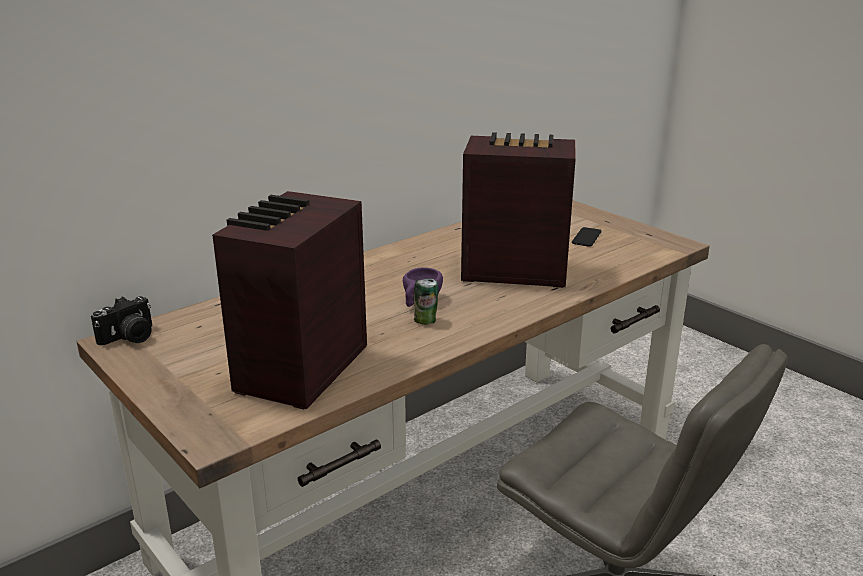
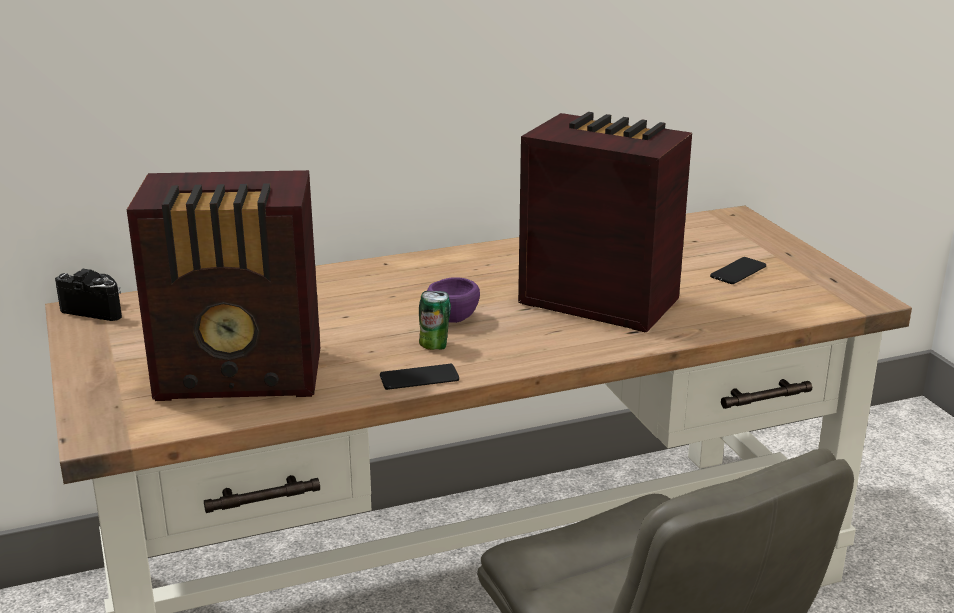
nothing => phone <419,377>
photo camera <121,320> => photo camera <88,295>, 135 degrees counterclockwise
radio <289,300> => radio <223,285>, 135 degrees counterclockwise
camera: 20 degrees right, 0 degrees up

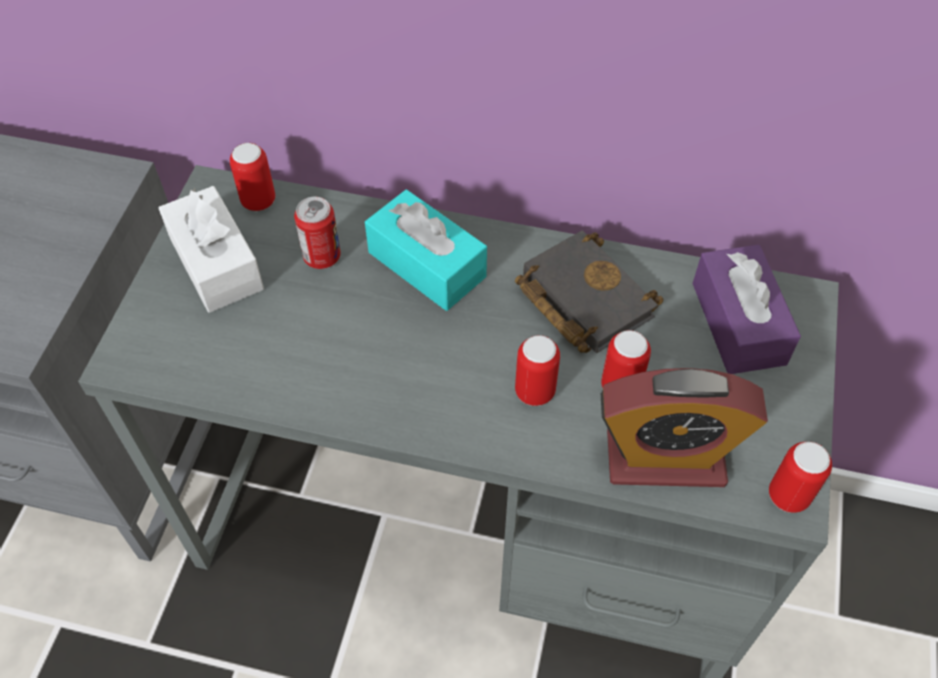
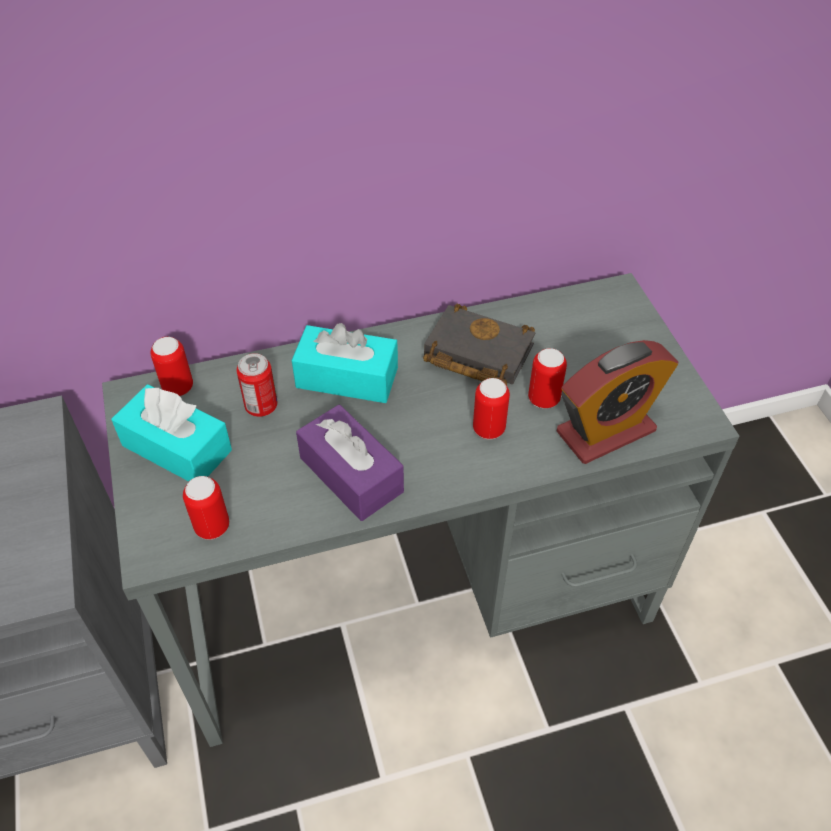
tissue box/purple <746,309> => tissue box/purple <350,463>, shifted
can <800,477> => can <206,508>, shifted
tissue box/white <211,249> => tissue box/turquoise <171,432>
camera: 30 degrees left, 5 degrees down

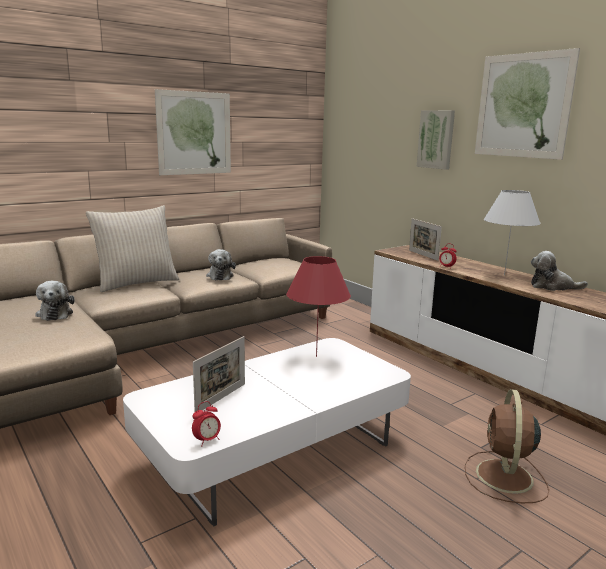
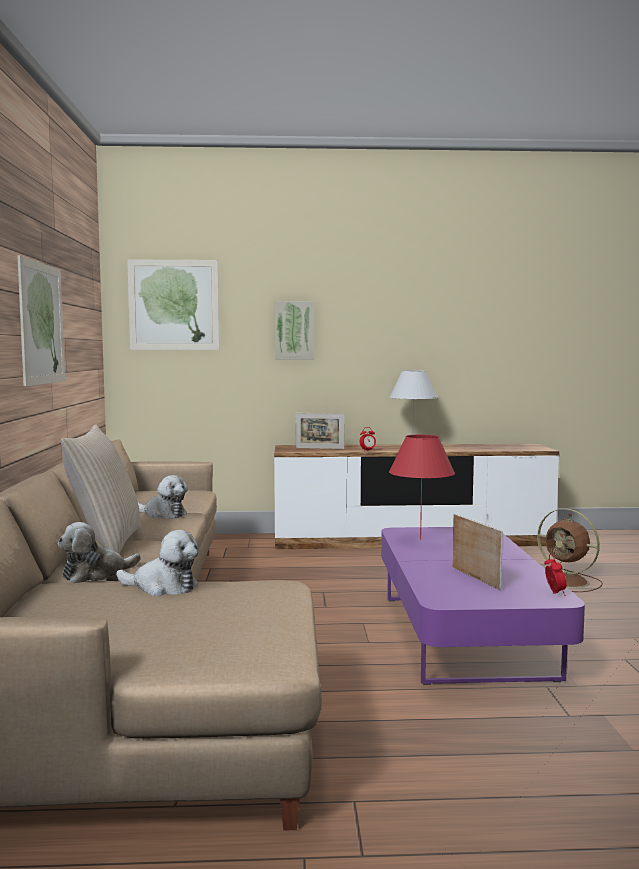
picture <527,104> => picture <173,304>, shifted
plush toy <559,271> => plush toy <99,552>, shifted
coffee table/white <267,432> => coffee table/purple <483,606>
camera: 55 degrees left, 10 degrees down

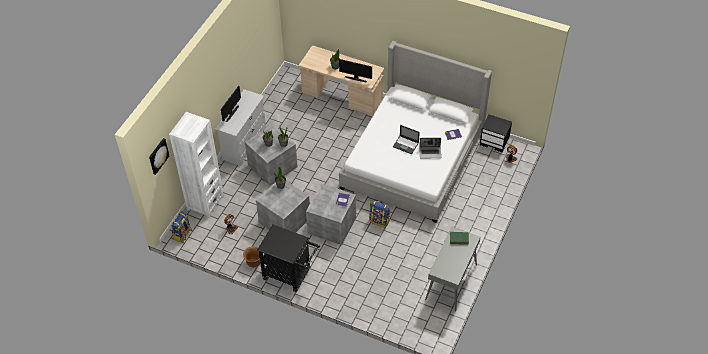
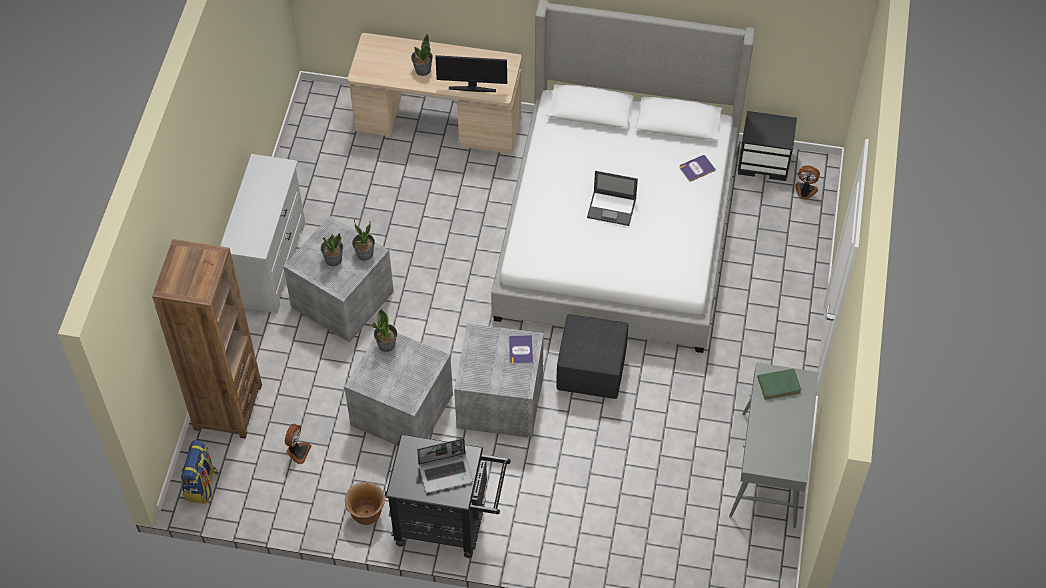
picture <159,156> => nothing
monitor <231,104> => nothing
laptop <430,148> => laptop <445,465>, shifted
backpack <379,214> => ottoman/black <592,356>
bookcase/white <196,165> => bookcase/brown <207,339>
camera: 15 degrees left, 5 degrees up

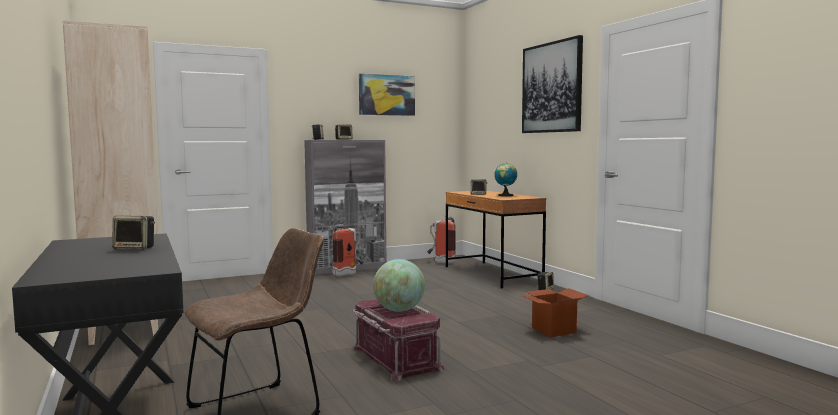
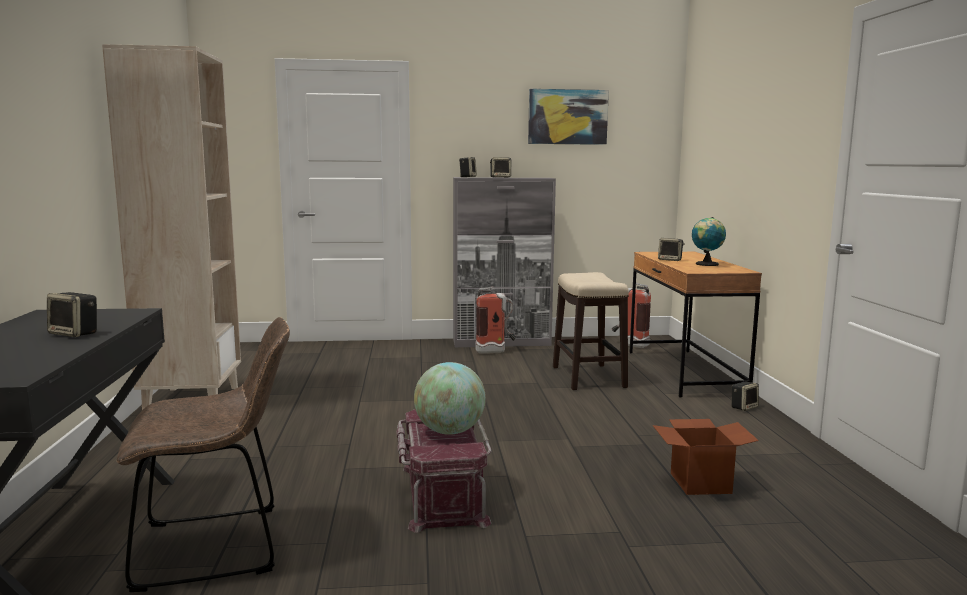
picture <552,84> => nothing
nothing => stool <591,331>
camera: 20 degrees right, 5 degrees up

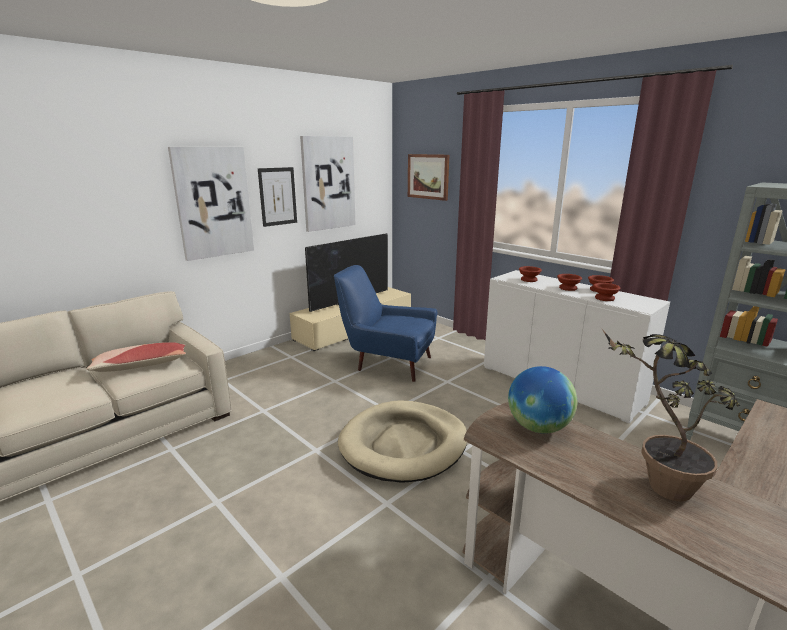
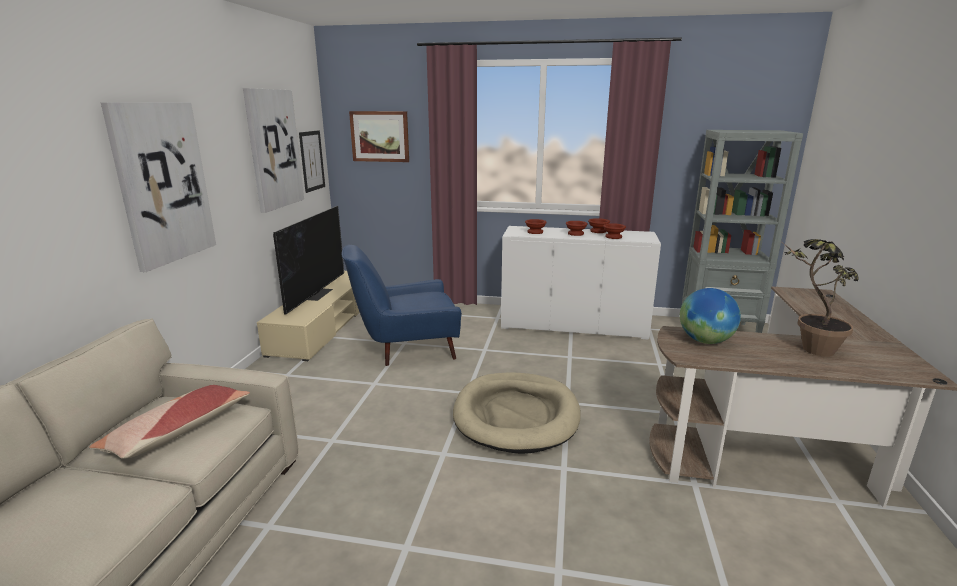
picture <277,197> => picture <312,161>, shifted
camera: 35 degrees left, 0 degrees up

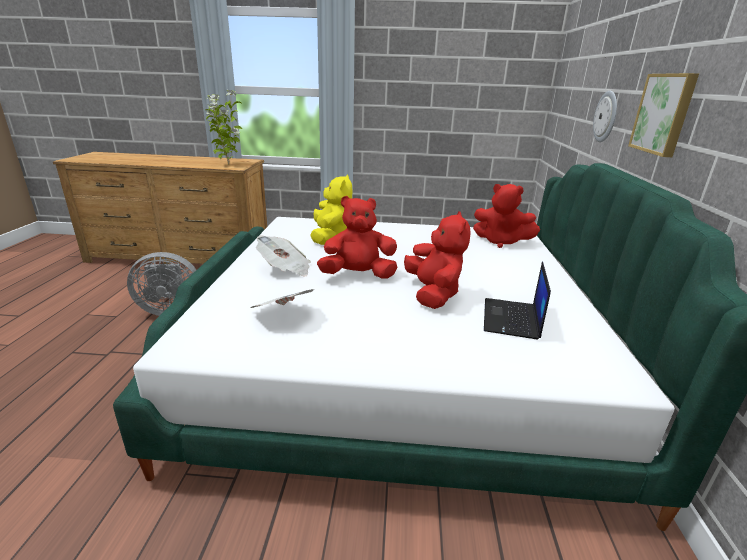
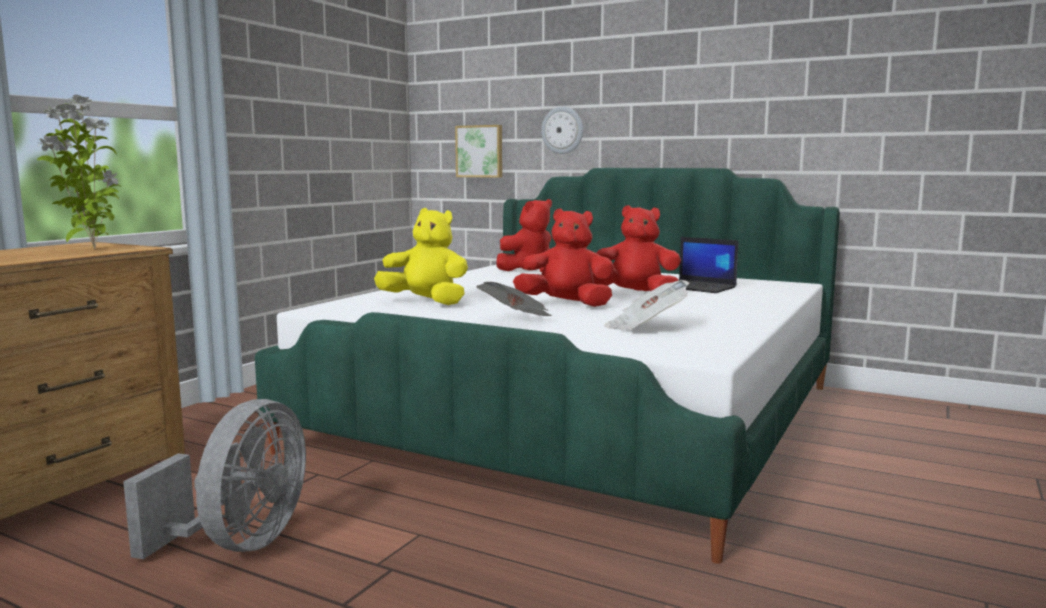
picture <663,115> => picture <478,151>, shifted
plush toy/red <357,237> => plush toy/red <563,257>, 90 degrees clockwise
camera: 65 degrees left, 15 degrees down

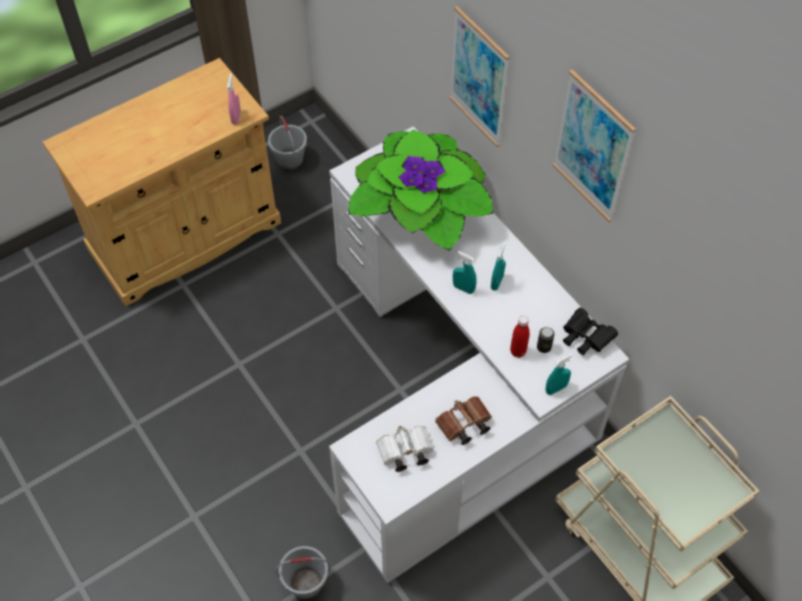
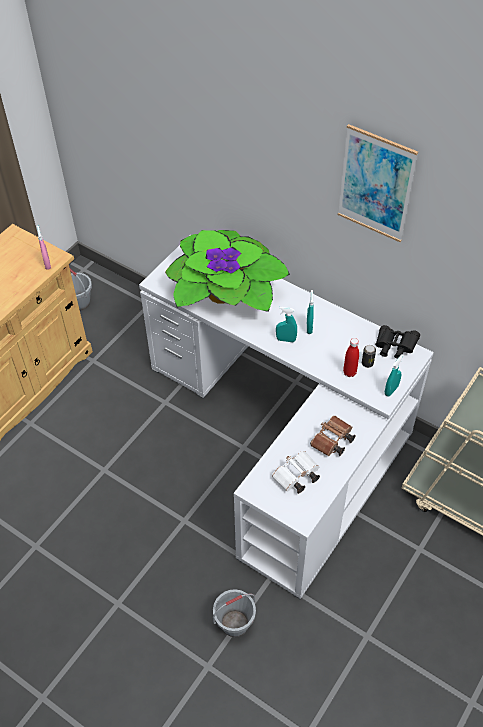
picture <479,76> => nothing
camera: 20 degrees left, 5 degrees down

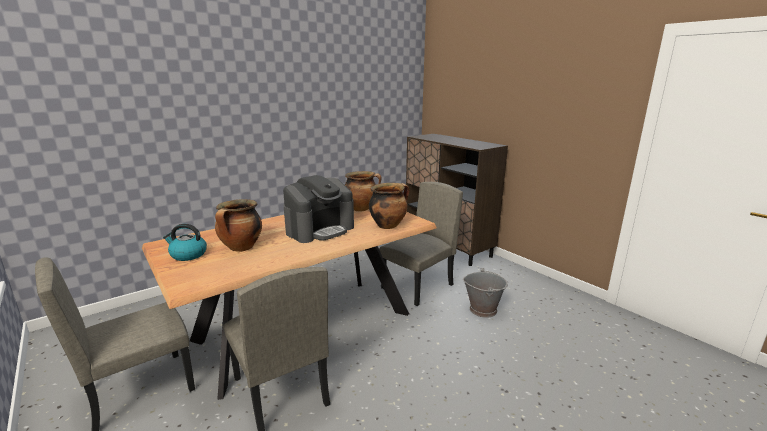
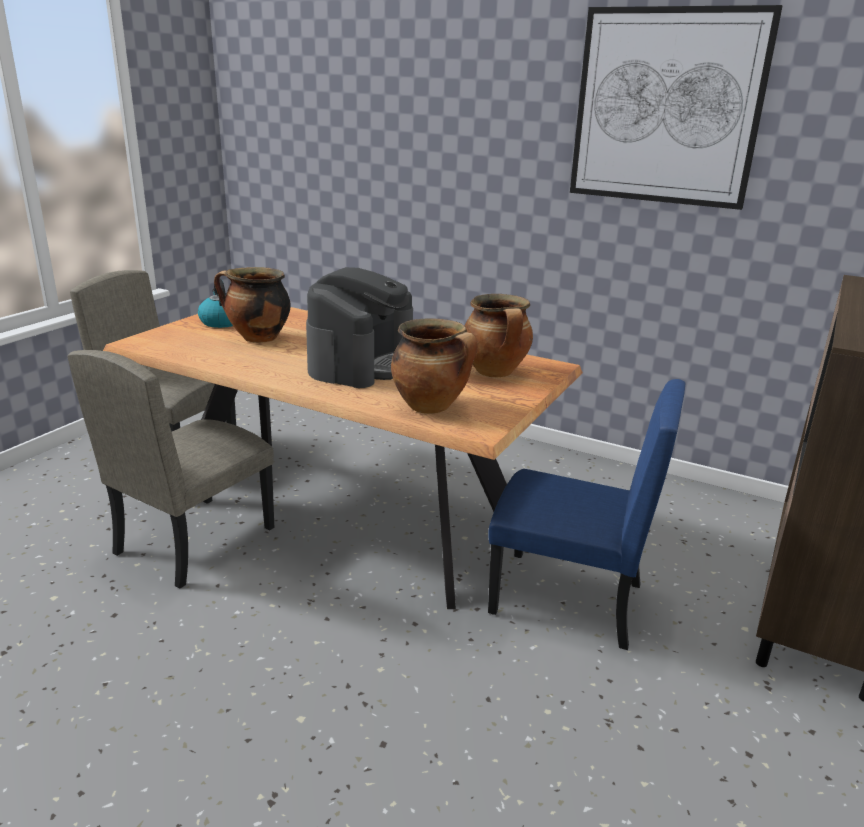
bucket/grey <485,293> => nothing
nothing => picture <676,107>
chair/beige <421,244> => chair/blue <586,514>
coffee machine <318,209> => coffee machine <359,327>, 90 degrees counterclockwise
camera: 65 degrees right, 5 degrees up

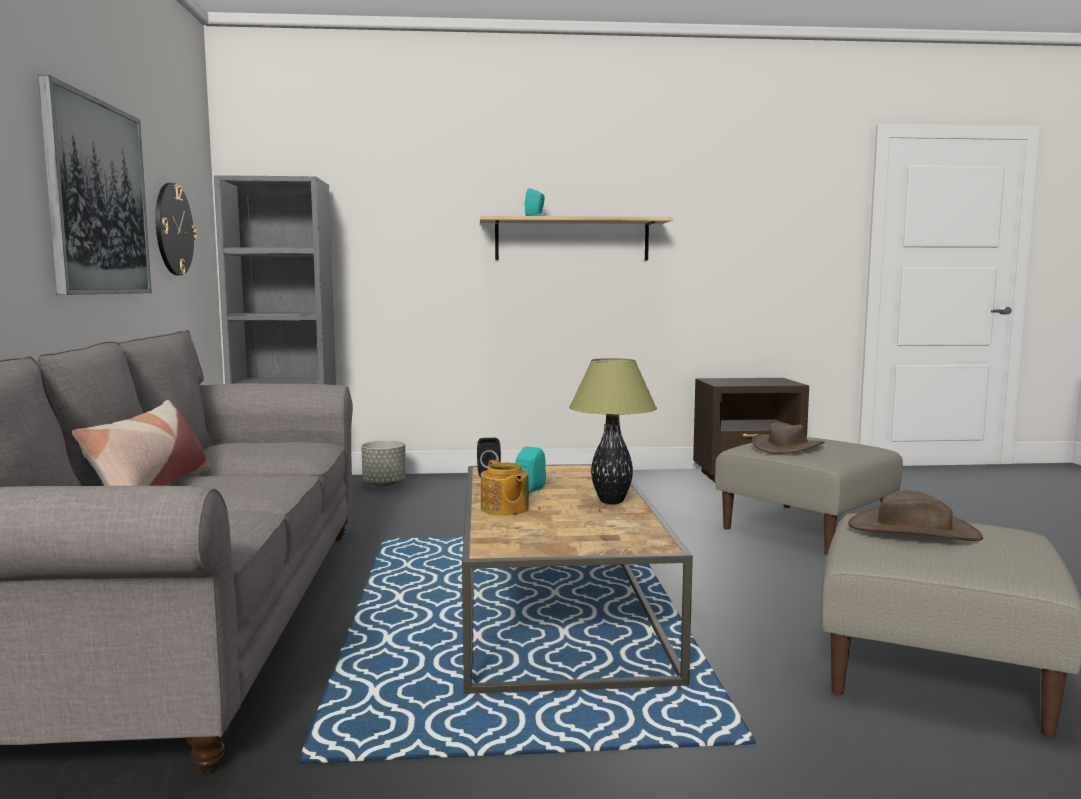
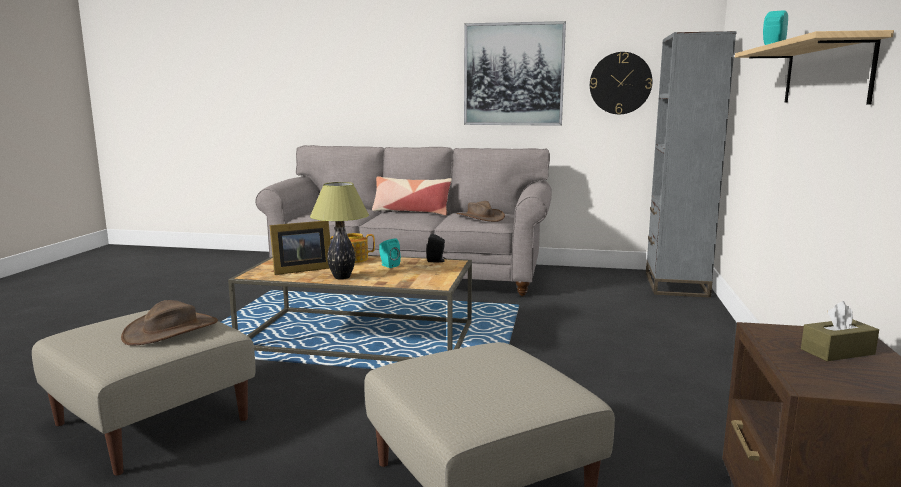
planter/grey <383,463> => nothing
nothing => picture frame <300,248>
nothing => tissue box/brown <840,331>
hat/brown <788,438> => hat/brown <481,211>, shifted
camera: 105 degrees right, 5 degrees up

